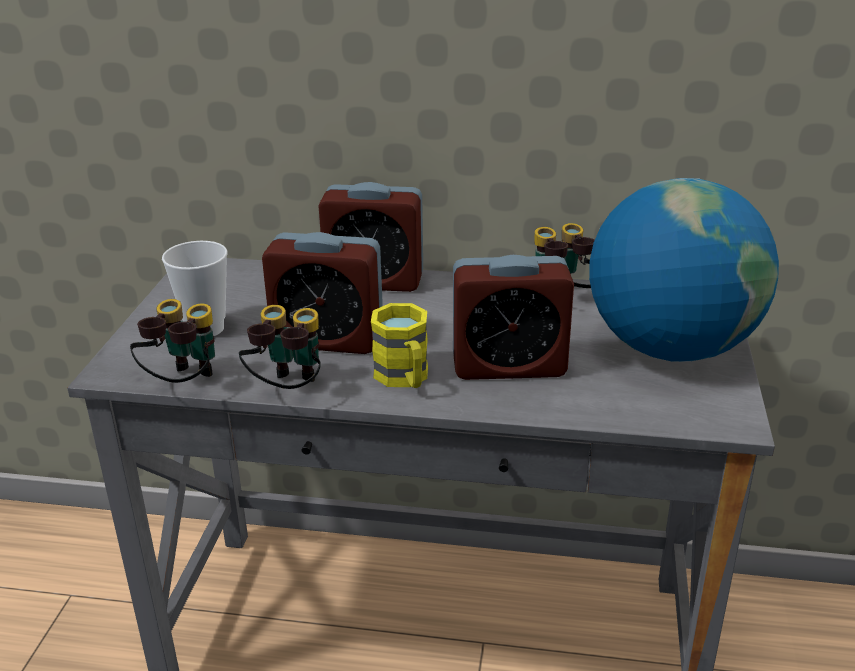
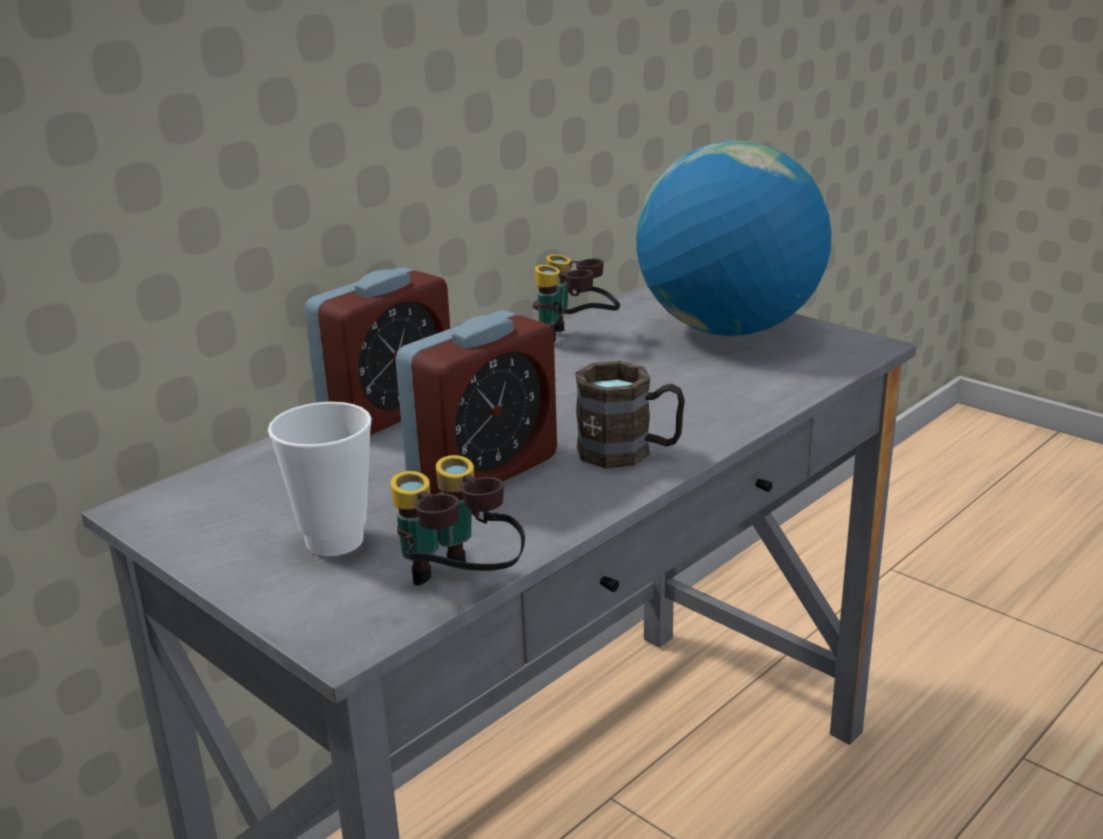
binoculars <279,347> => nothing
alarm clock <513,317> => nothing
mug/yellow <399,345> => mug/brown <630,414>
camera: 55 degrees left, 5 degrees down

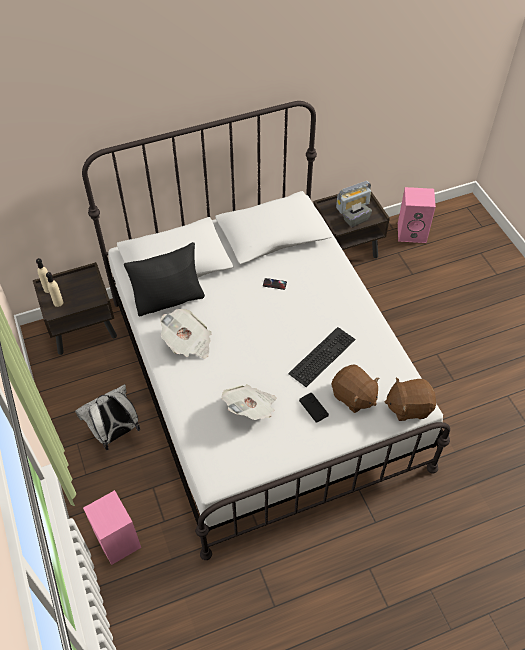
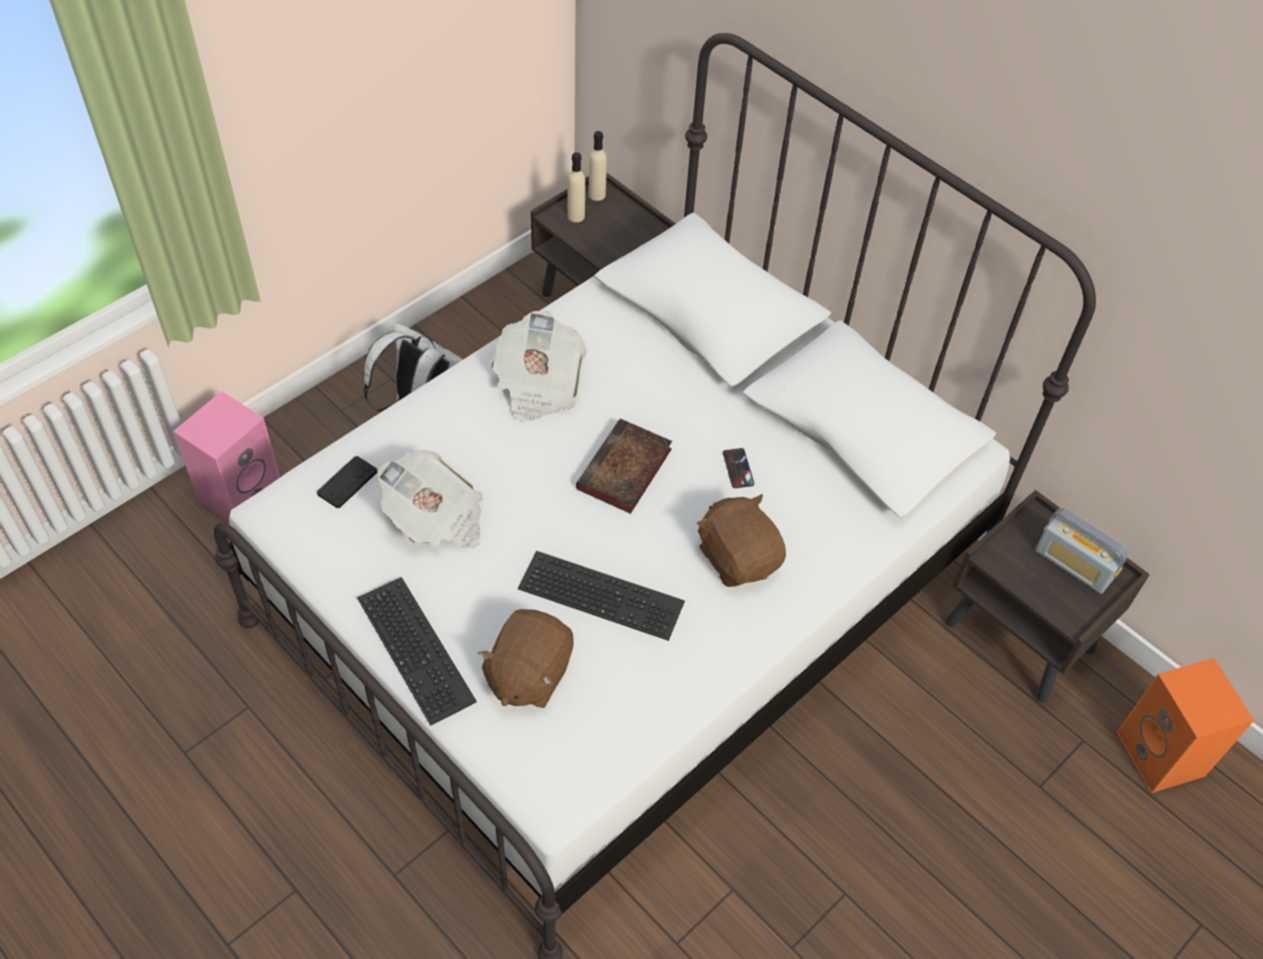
pillow/black <164,279> => nothing
tissue box/grey <357,214> => nothing
nothing => keyboard <417,651>
nothing => book <624,466>
game controller/black <314,407> => game controller/black <347,482>, shifted
plush toy/brown <410,399> => plush toy/brown <741,540>, shifted
speaker/pink <417,215> => speaker/orange <1185,725>
camera: 65 degrees right, 0 degrees up

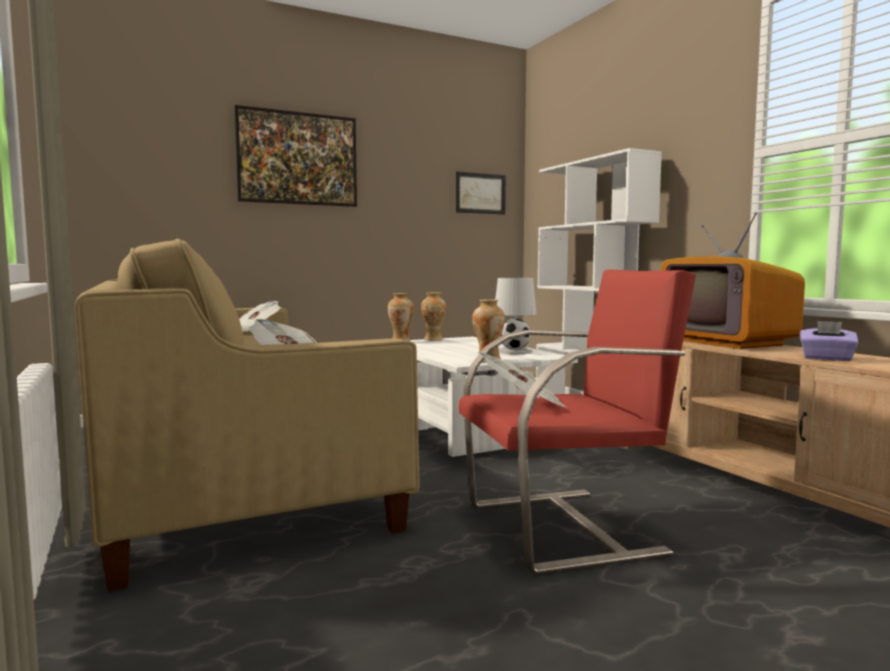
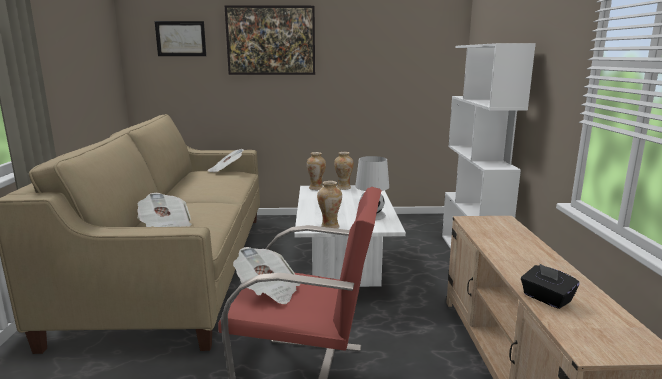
television <733,280> => nothing
picture <481,193> => picture <180,38>, shifted
tissue box/purple <829,340> => tissue box/black <550,286>
camera: 25 degrees right, 10 degrees up

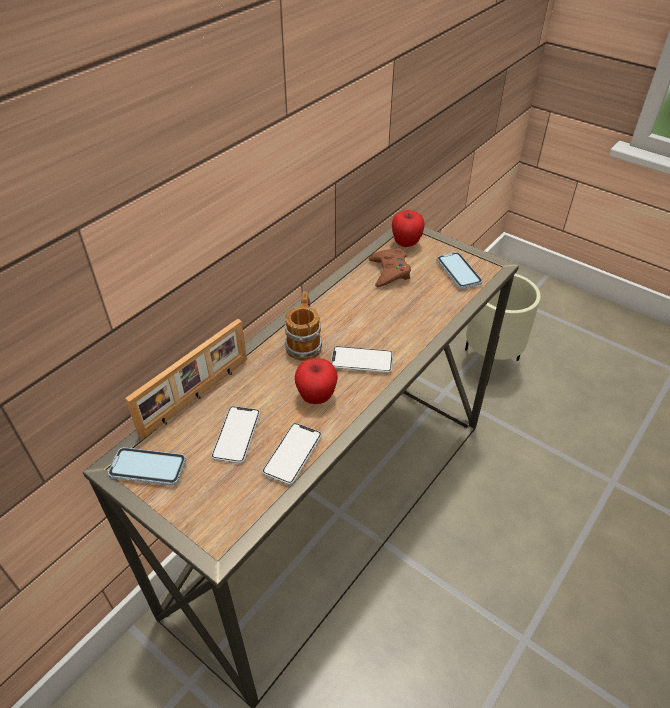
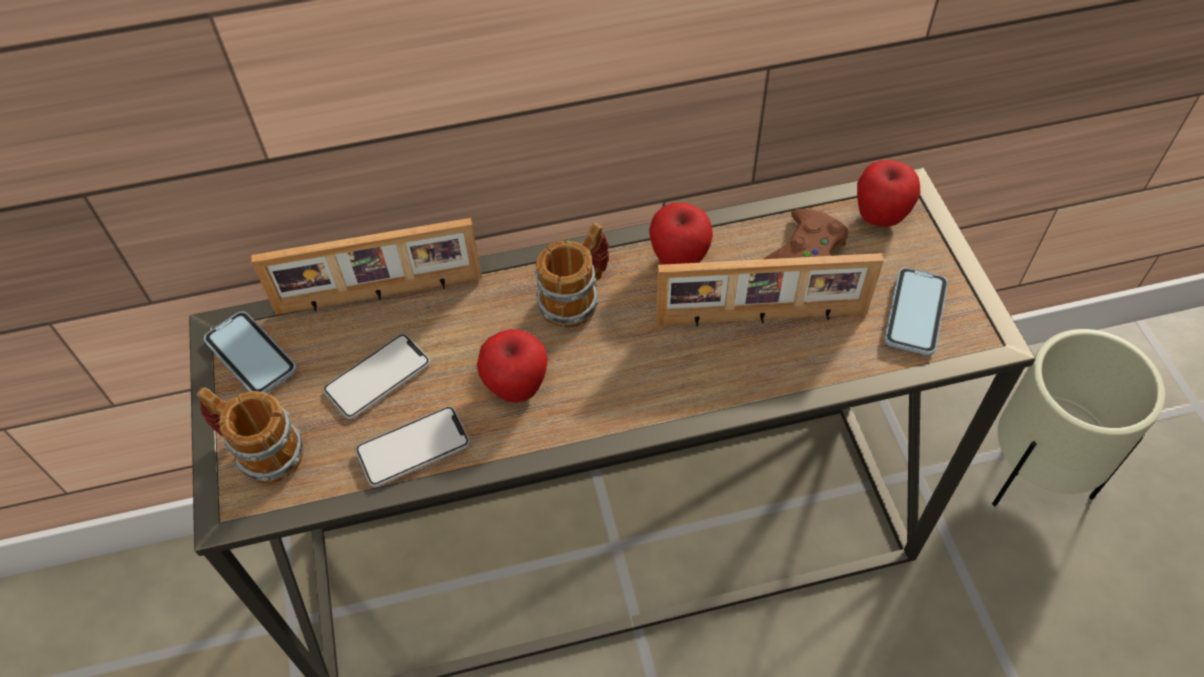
phone <362,359> => nothing
nothing => mug <250,435>
nothing => apple <681,234>
nothing => picture frame <770,290>
camera: 40 degrees right, 10 degrees up

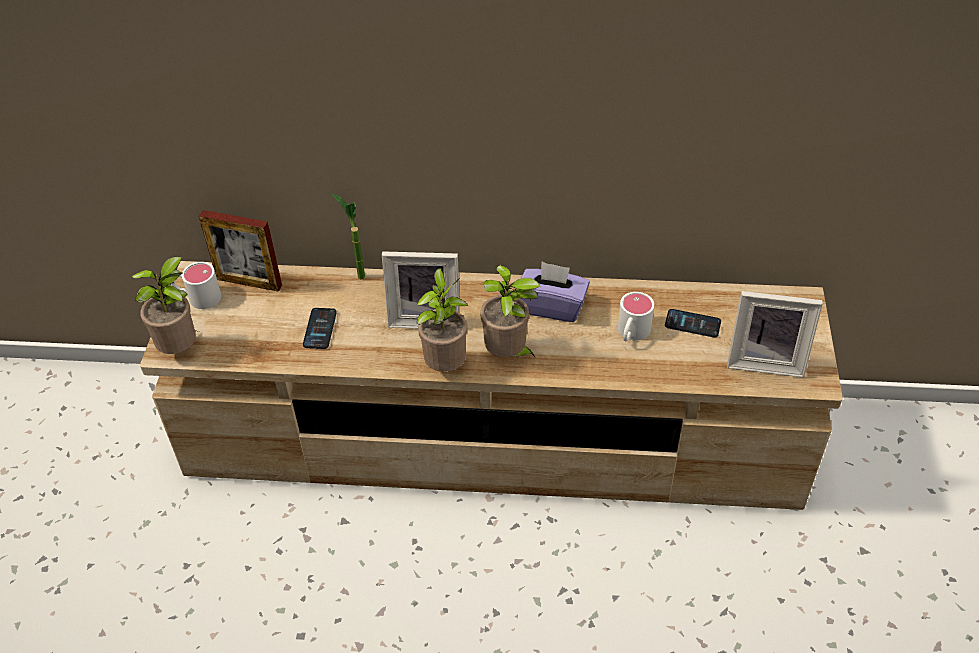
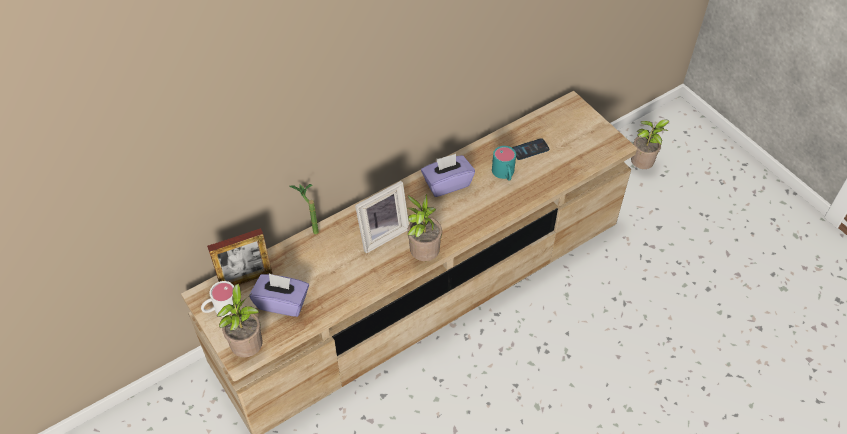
phone <320,328> => nothing
picture frame <775,334> => nothing
nothing => tissue box/purple <279,295>
potted plant <510,311> => potted plant <650,144>, shifted
mug/white <636,316> => mug/turquoise <504,163>
camera: 40 degrees left, 5 degrees up

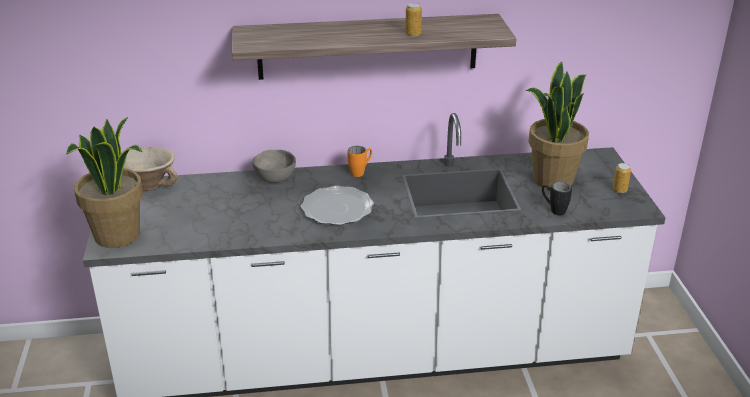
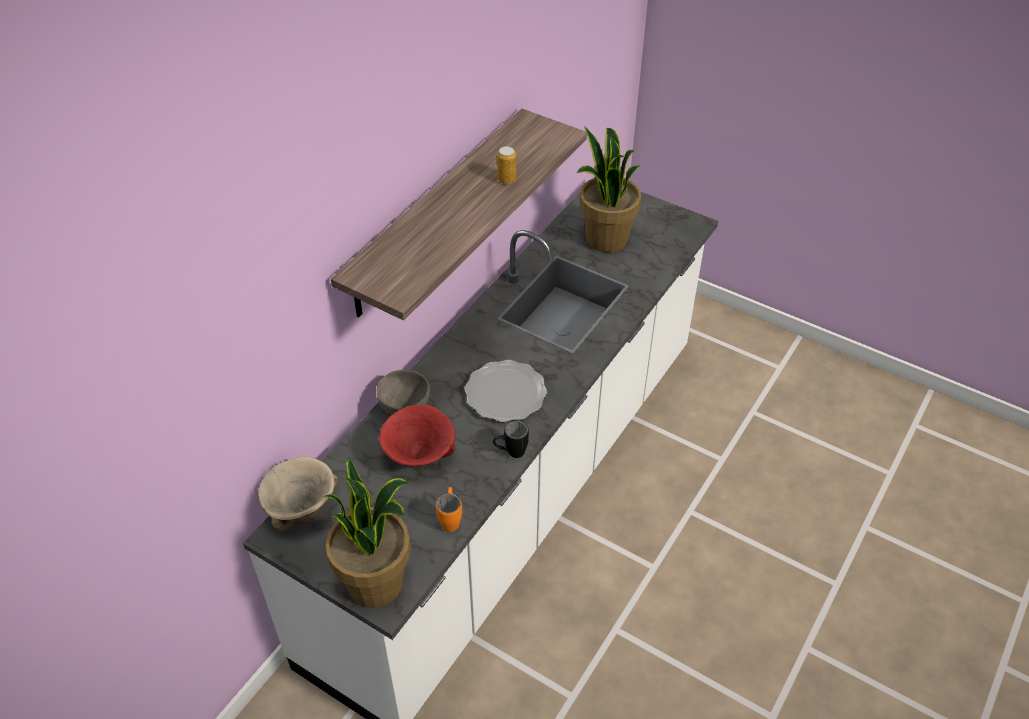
can <622,178> => nothing
nothing => bowl/red <417,435>
mug/orange <359,161> => mug/orange <449,509>, shifted
mug/black <557,198> => mug/black <511,439>, shifted
camera: 50 degrees left, 15 degrees up

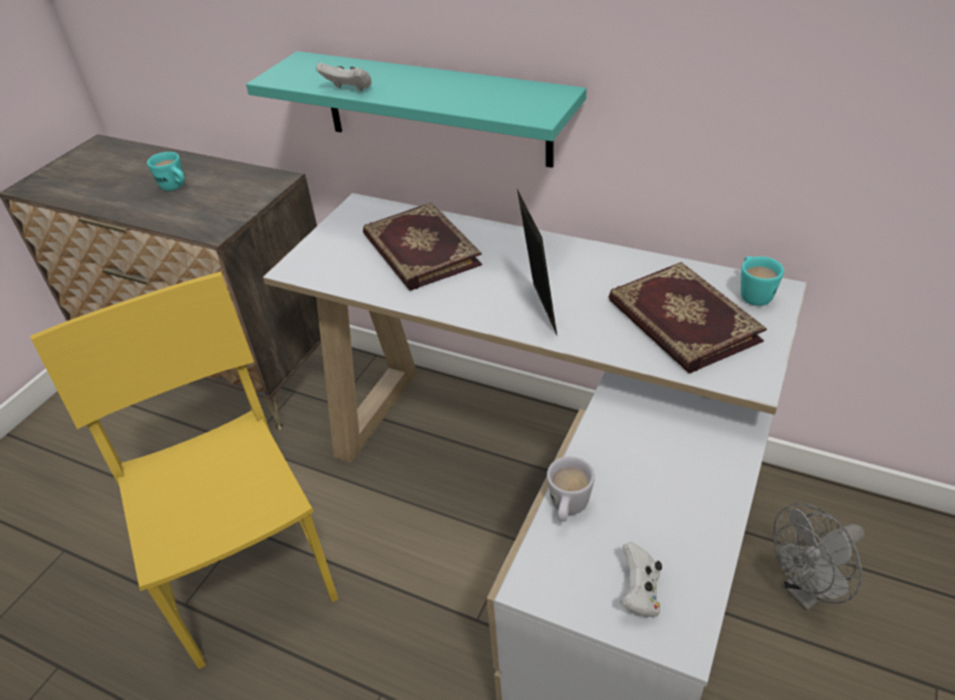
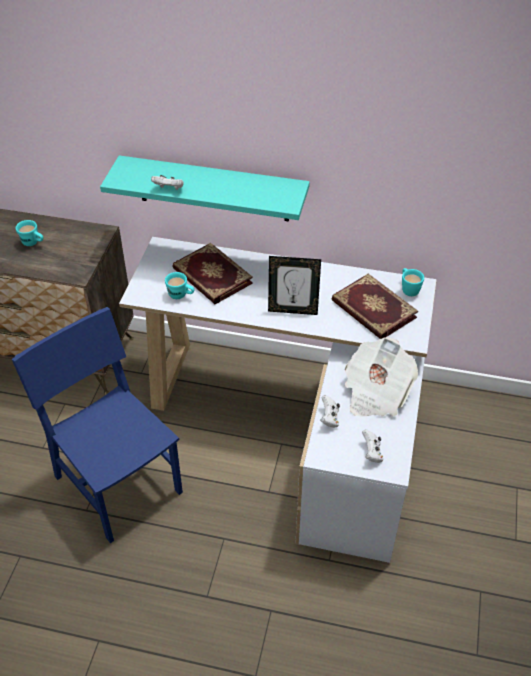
fan/grey <819,557> => nothing
nothing => mug/turquoise <179,285>
nothing => newspaper <381,376>
mug/white <571,489> => game controller/white <330,411>
chair/yellow <184,470> => chair/blue <97,425>
picture frame <537,262> => picture frame <294,285>, 120 degrees clockwise
camera: 15 degrees left, 5 degrees up

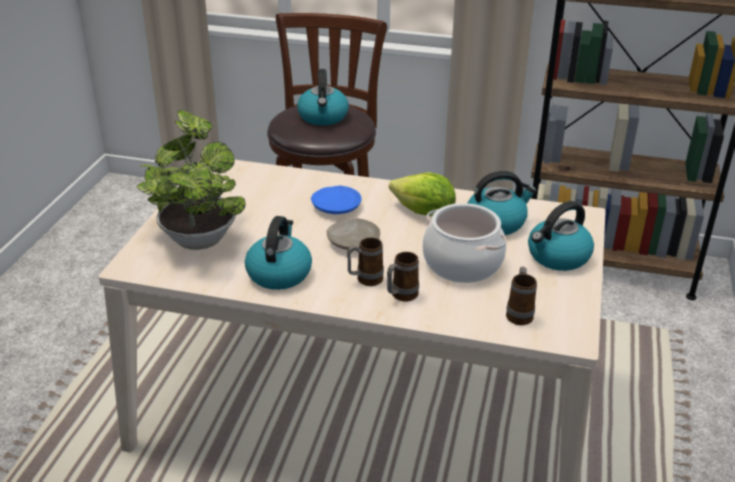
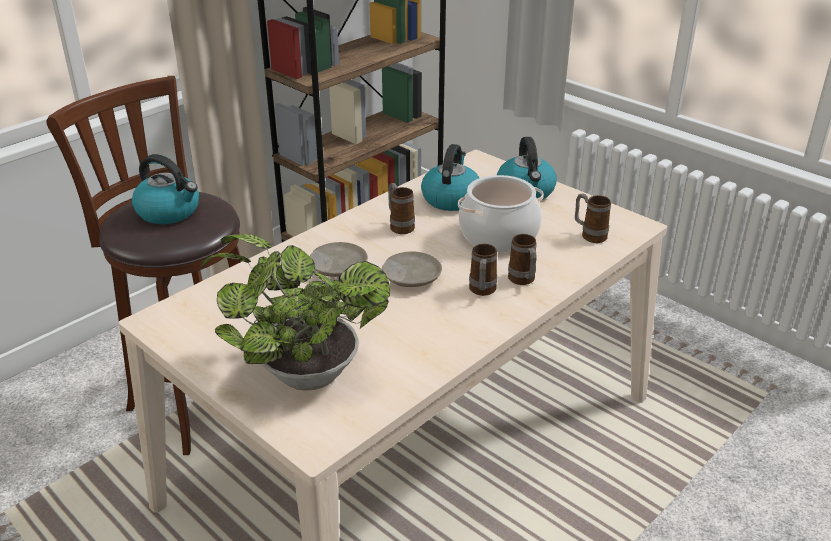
kettle <278,253> => nothing
lettuce <422,194> => mug <401,208>
plate/blue <336,200> => plate/beige <339,259>
camera: 60 degrees left, 0 degrees up

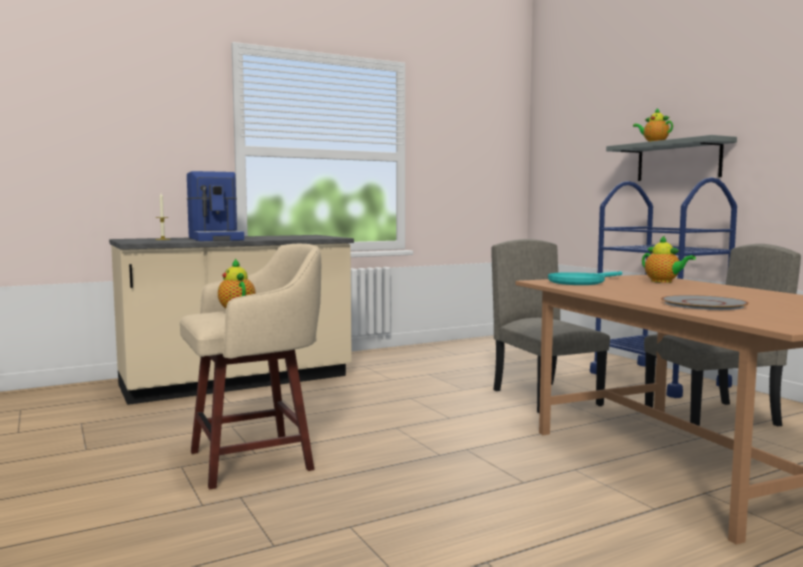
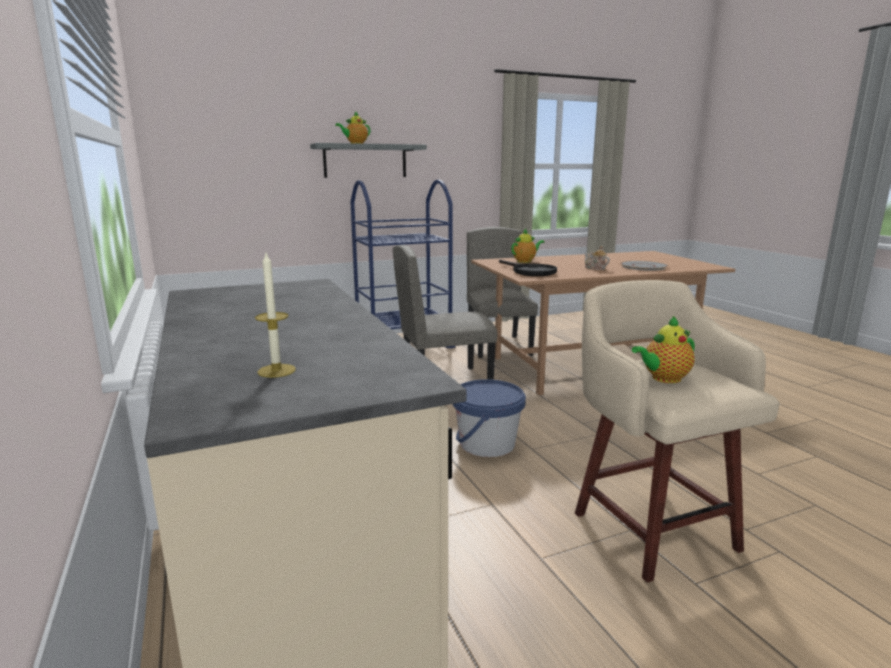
coffee machine <215,206> => nothing
nothing => bucket/blue <489,418>
nothing => teapot <597,257>
frying pan/turquoise <585,278> => frying pan/black <528,268>
camera: 85 degrees left, 10 degrees up

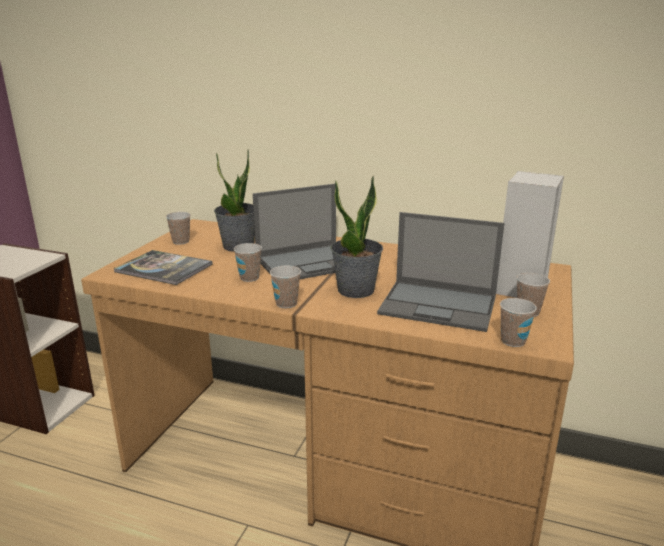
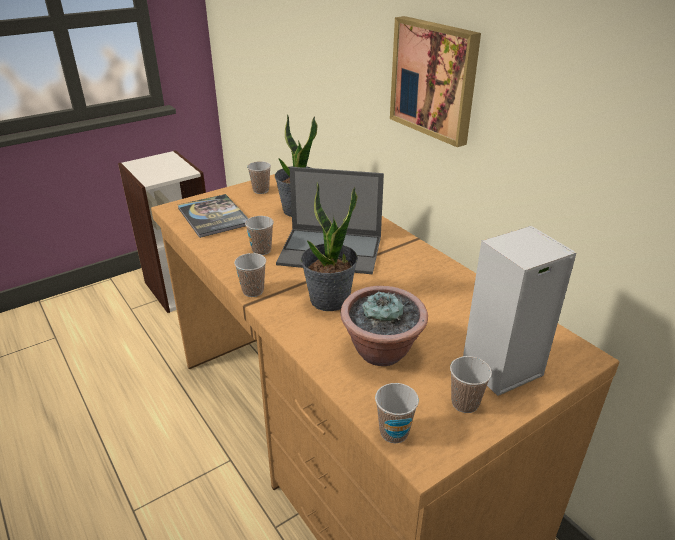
nothing => picture <435,81>
laptop <440,272> => potted plant <384,326>
camera: 35 degrees right, 10 degrees up

